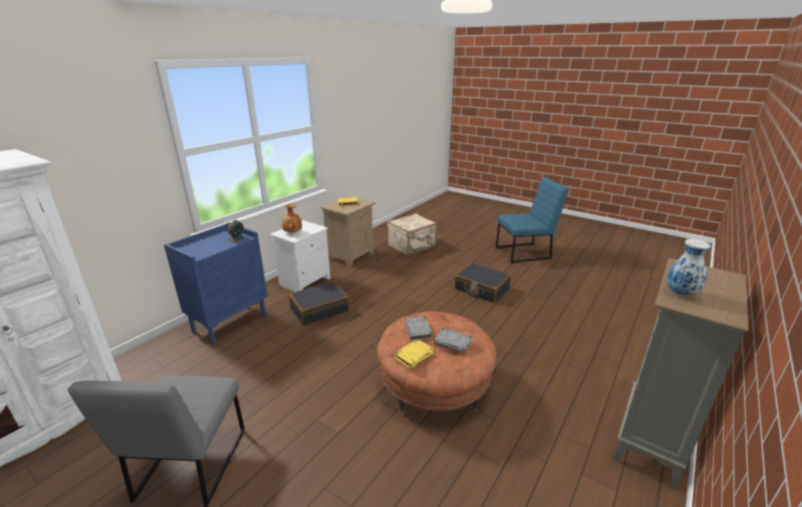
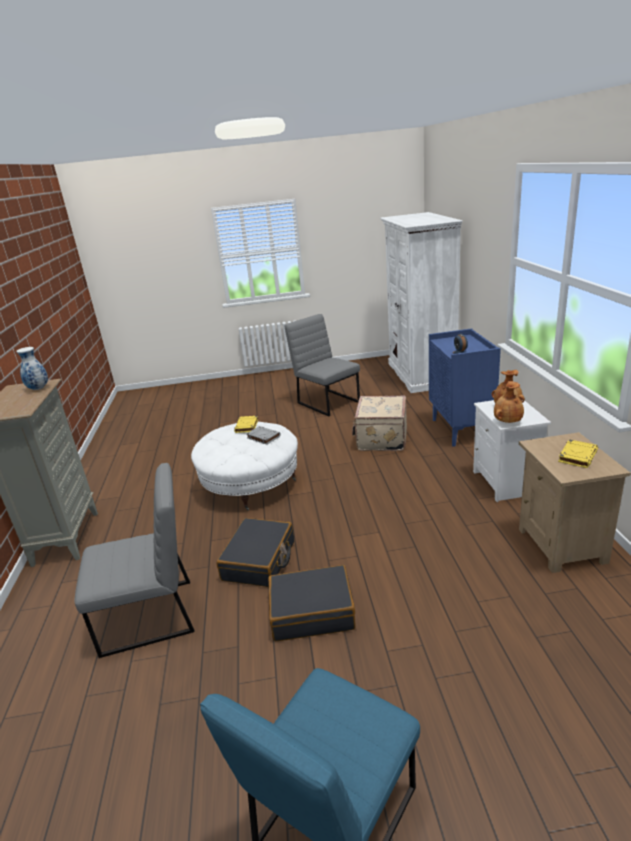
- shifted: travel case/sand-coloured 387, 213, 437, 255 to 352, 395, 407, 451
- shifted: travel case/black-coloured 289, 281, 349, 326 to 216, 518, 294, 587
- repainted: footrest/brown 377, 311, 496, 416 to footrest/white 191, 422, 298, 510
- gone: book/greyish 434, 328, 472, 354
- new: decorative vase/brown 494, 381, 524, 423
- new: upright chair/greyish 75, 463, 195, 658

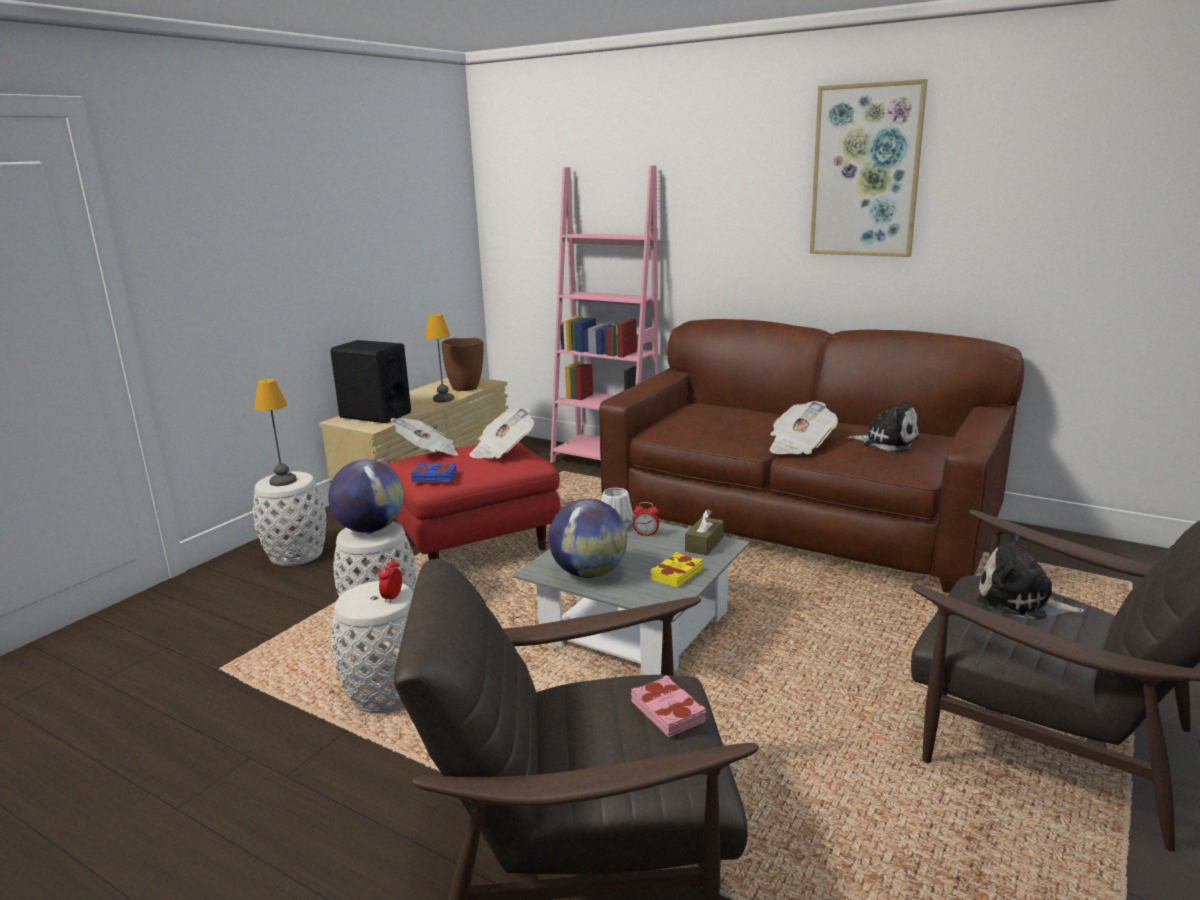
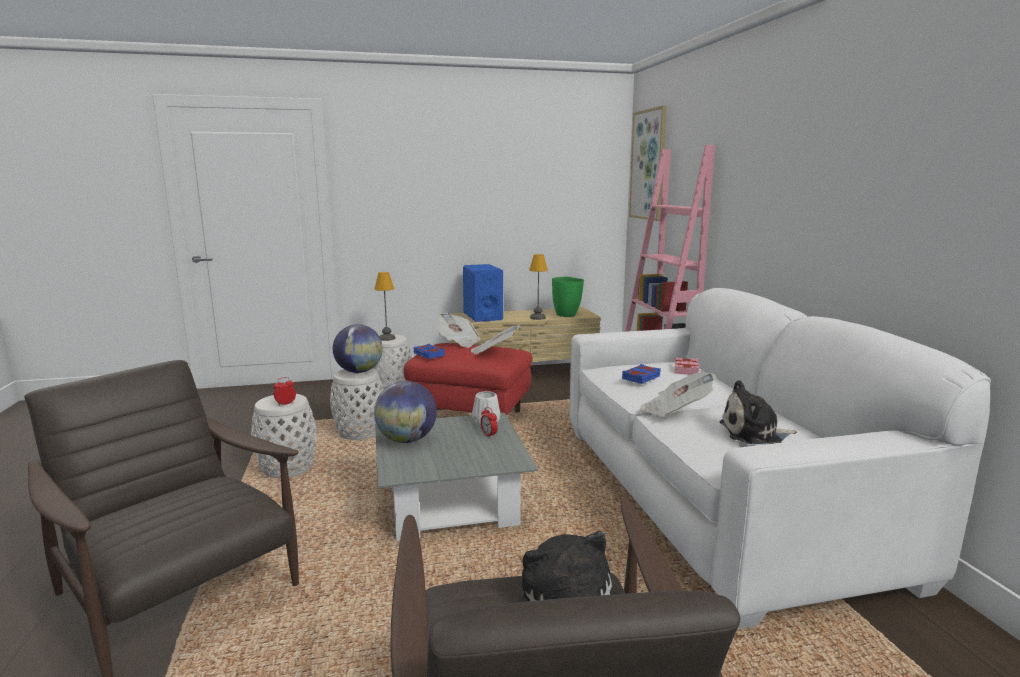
- shifted: wall picture 810, 79, 927, 257 to 629, 105, 667, 221
- repainted: couch/brown 599, 319, 1024, 593 to couch/white 569, 288, 991, 630
- repainted: decorative vase/brown 441, 338, 484, 391 to decorative vase/green-coloured 552, 277, 584, 317
- repainted: loudspeaker/black-coloured 330, 340, 411, 423 to loudspeaker/blue 463, 264, 503, 322
- rotated: plush toy 846, 401, 919, 451 = 719, 380, 797, 444 105 degrees clockwise
- gone: tissue box/brown 685, 509, 724, 556
- gone: book/yellow-coloured 651, 552, 703, 588
- shifted: book/pink-coloured 631, 675, 706, 737 to 675, 357, 700, 375
- new: book/blue 622, 364, 661, 384

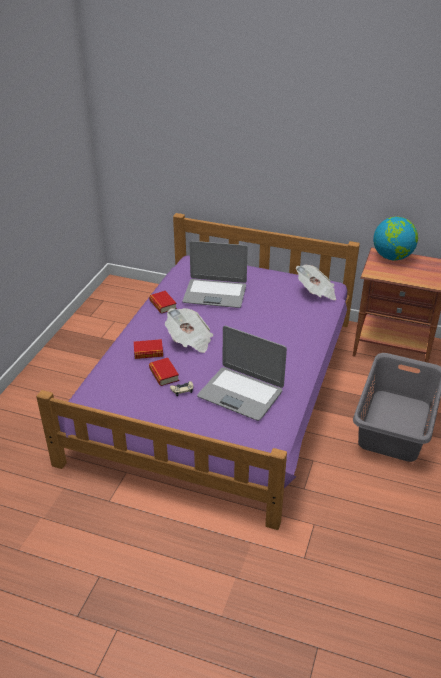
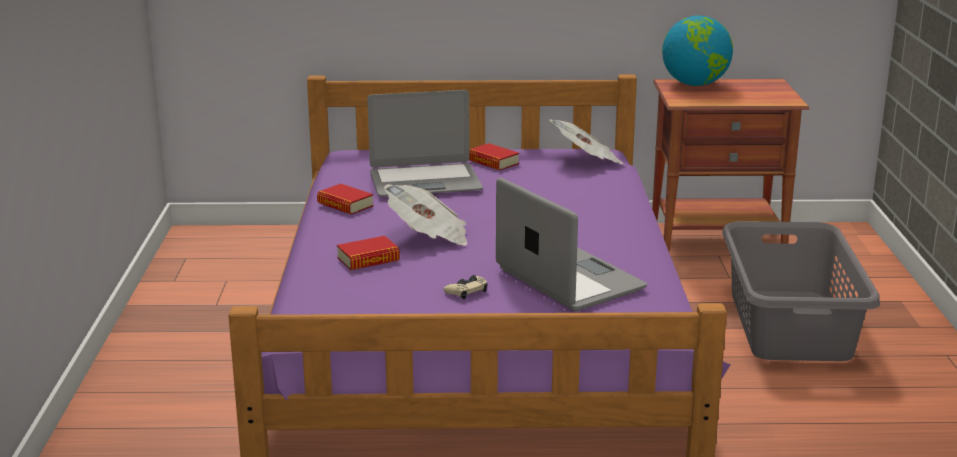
- rotated: portable computer 197, 326, 287, 421 = 496, 177, 647, 311 135 degrees counterclockwise
- shifted: book 149, 358, 179, 386 to 469, 143, 519, 170

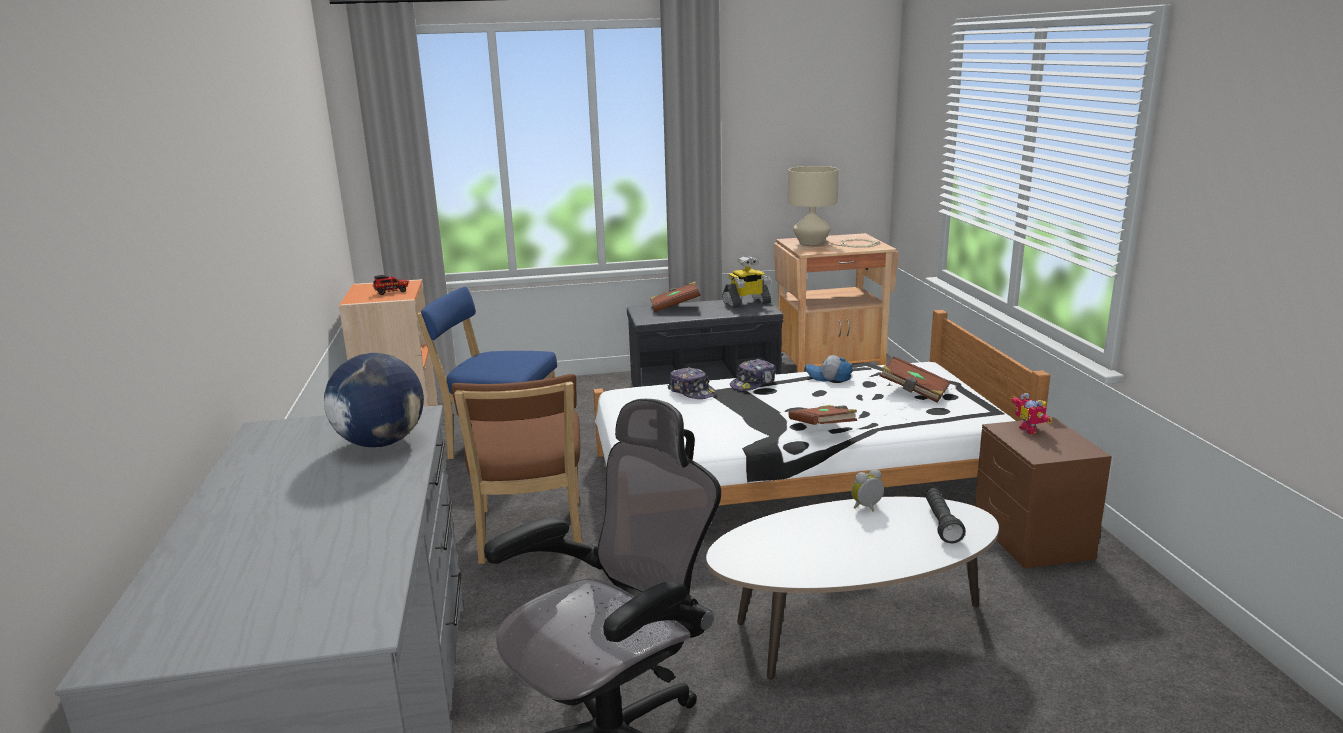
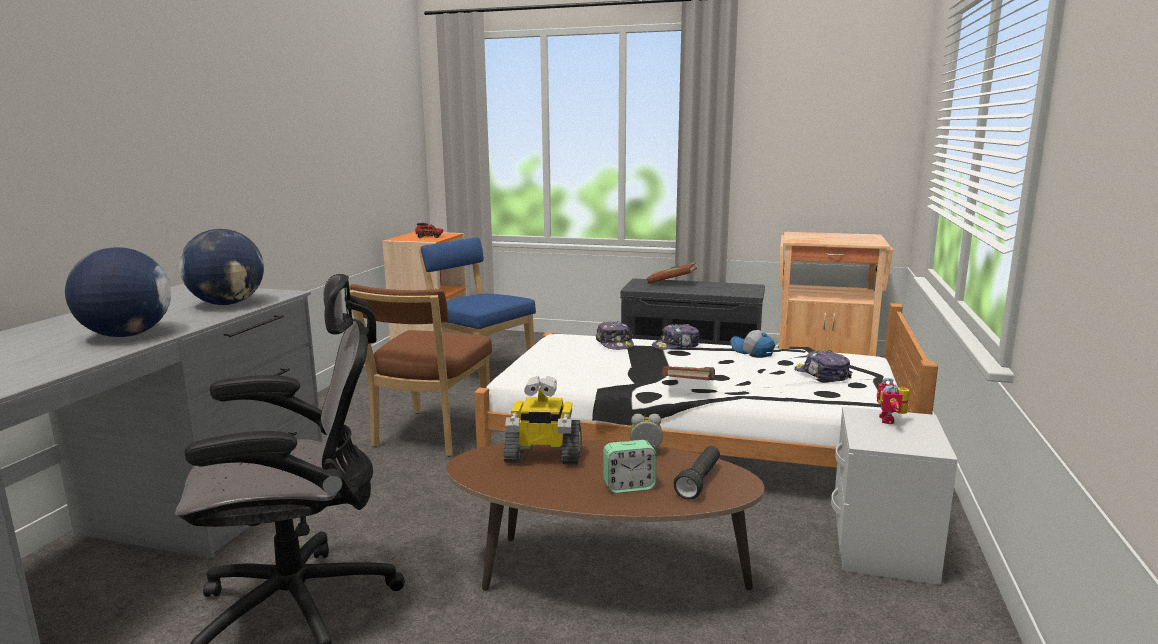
- gone: lamp for a table/sand-coloured 788, 166, 880, 248
- shifted: robot figure 722, 256, 771, 308 to 503, 376, 582, 465
- swapped: book/brown 880, 356, 950, 403 to peaked cap 794, 350, 852, 381
- repainted: bedside table/brown 975, 417, 1112, 569 to bedside table/greyish 831, 407, 958, 585
- repainted: lounge table/white 706, 497, 999, 680 to lounge table/brown 447, 440, 764, 591
- new: globe 65, 247, 171, 337
- new: bedside clock 603, 440, 656, 493

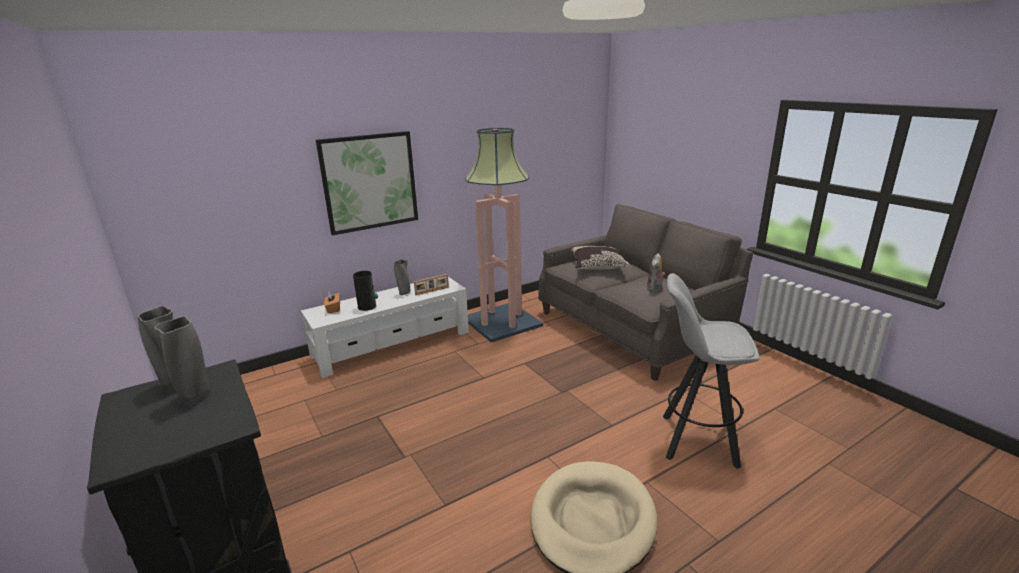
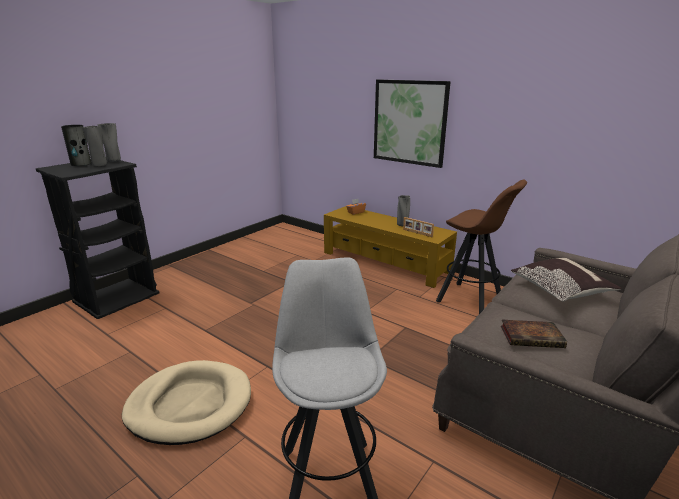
- swapped: floor lamp 465, 128, 543, 342 to sitting stool/brown 436, 179, 527, 314
- swapped: plush toy 647, 253, 665, 292 to book 501, 320, 567, 348
- shifted: decorative vase 353, 271, 378, 311 to 61, 125, 91, 166
- repainted: media console/white 301, 277, 469, 378 to media console/yellow-coloured 324, 206, 457, 288

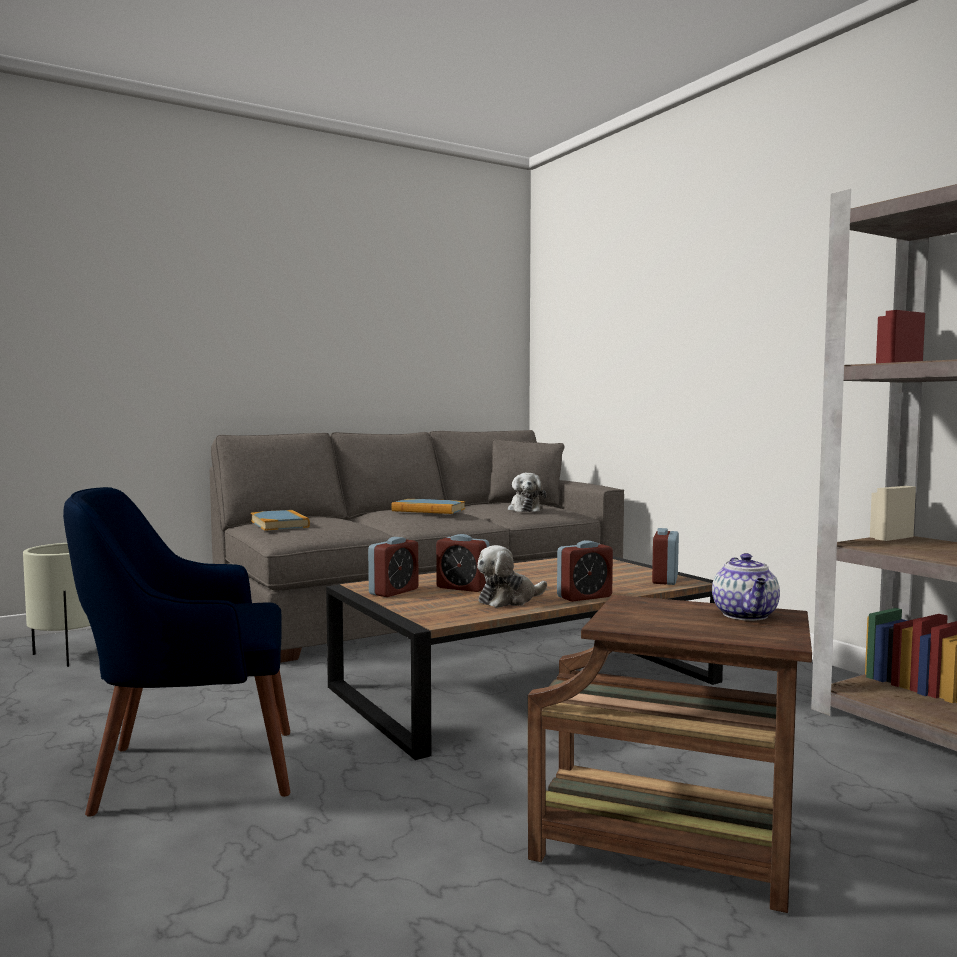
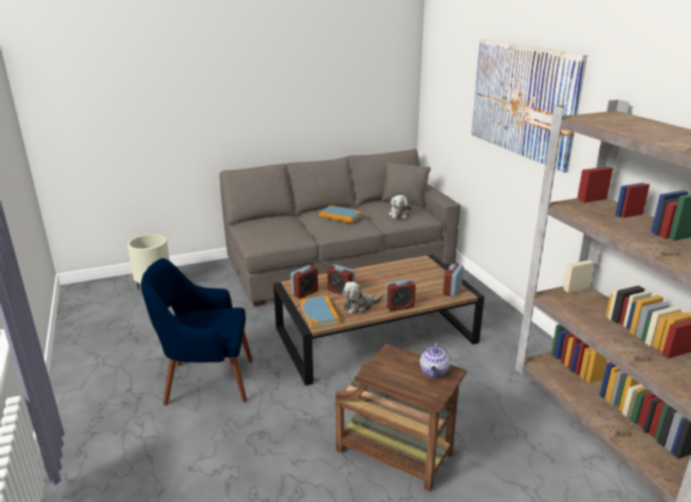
- shifted: book 251, 510, 310, 531 to 300, 296, 340, 329
- new: wall picture 471, 39, 587, 173

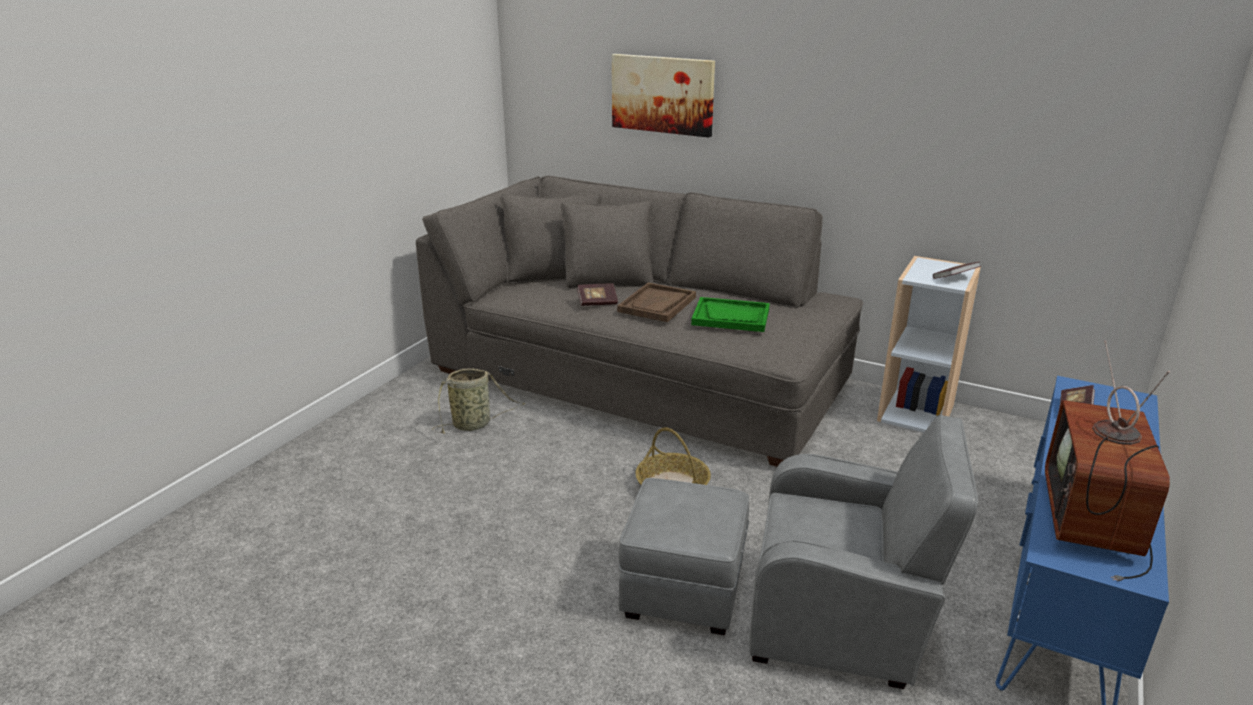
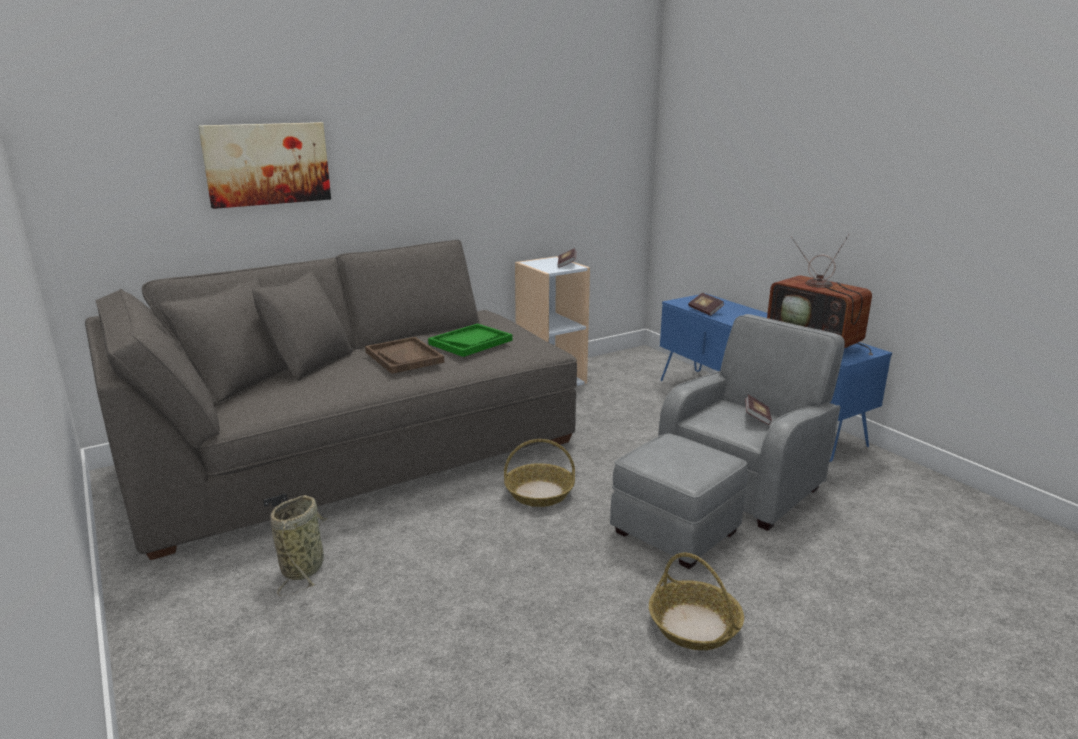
- shifted: book 577, 284, 618, 306 to 745, 395, 772, 425
- new: basket 649, 553, 744, 650

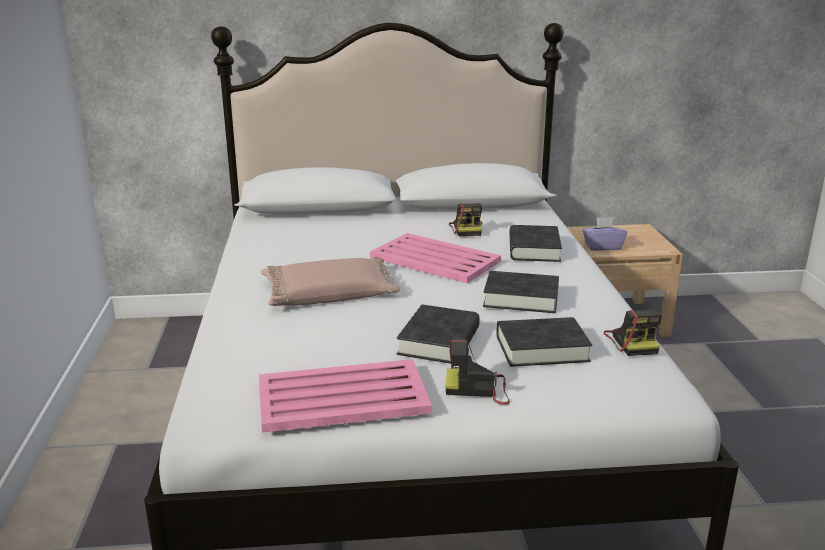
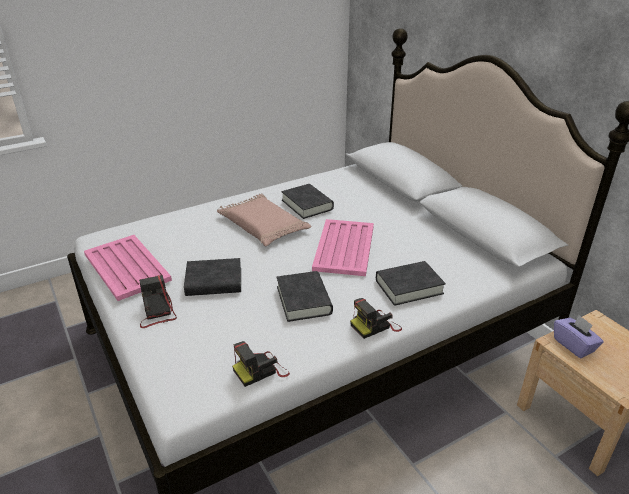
- shifted: still camera 449, 203, 483, 236 to 350, 298, 402, 339
- shifted: book/black-coloured 496, 317, 592, 367 to 281, 184, 334, 219

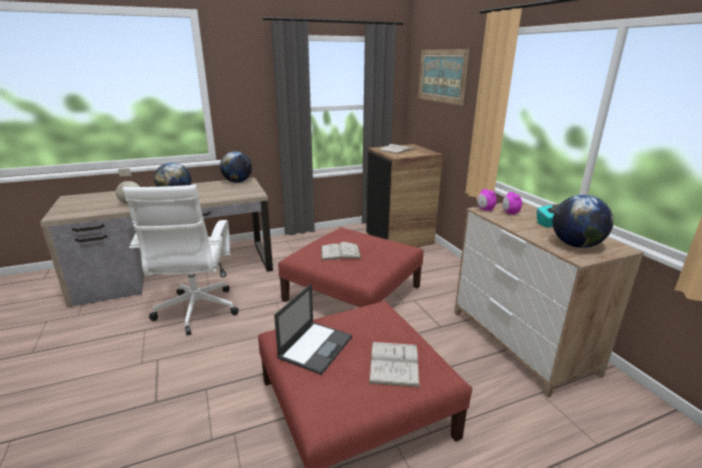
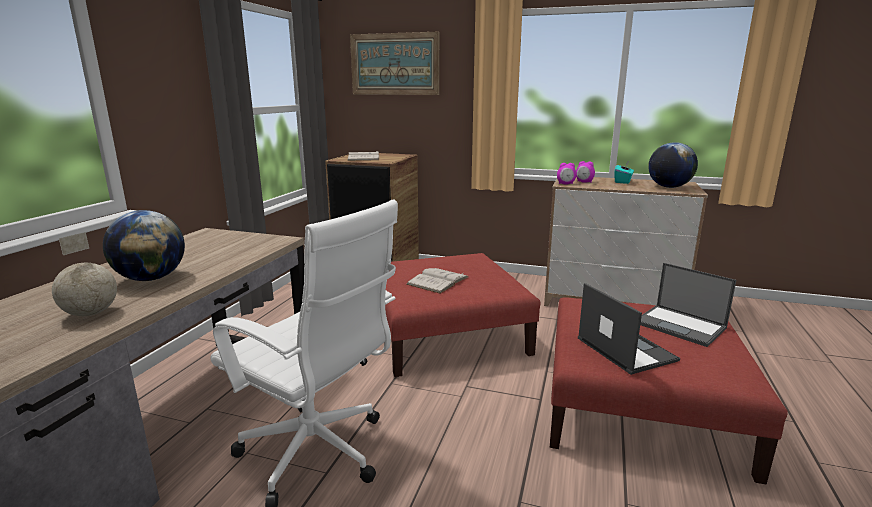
- gone: globe 220, 151, 252, 183
- swapped: book/white 369, 342, 420, 388 to portable computer 640, 263, 736, 347

